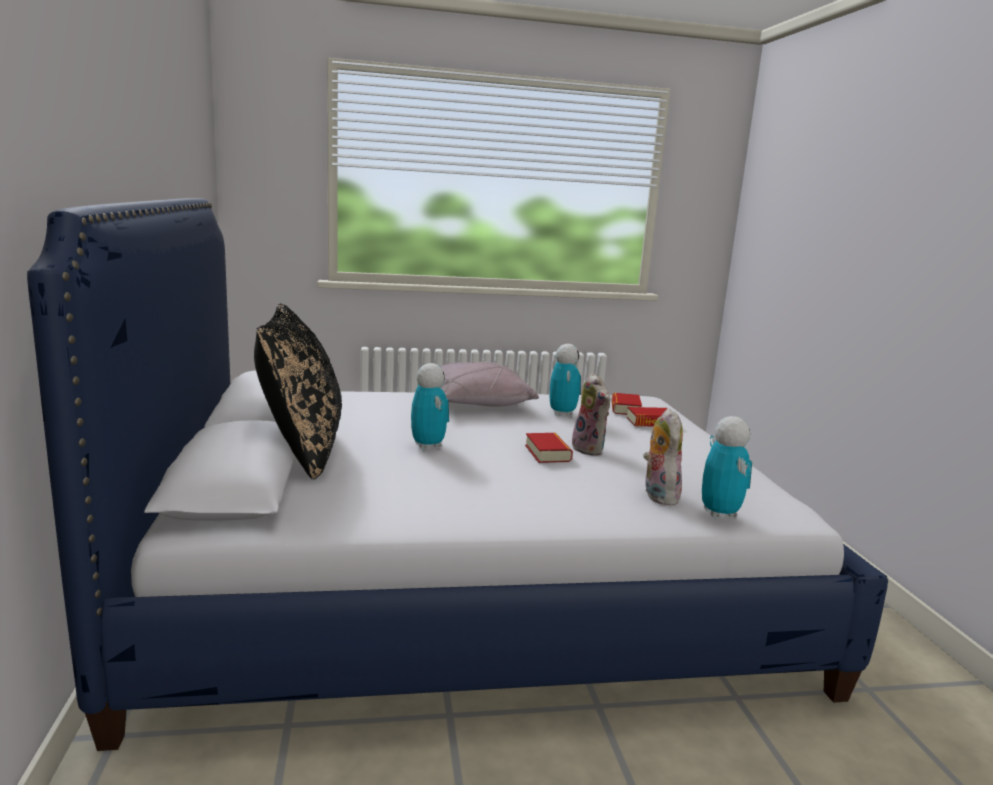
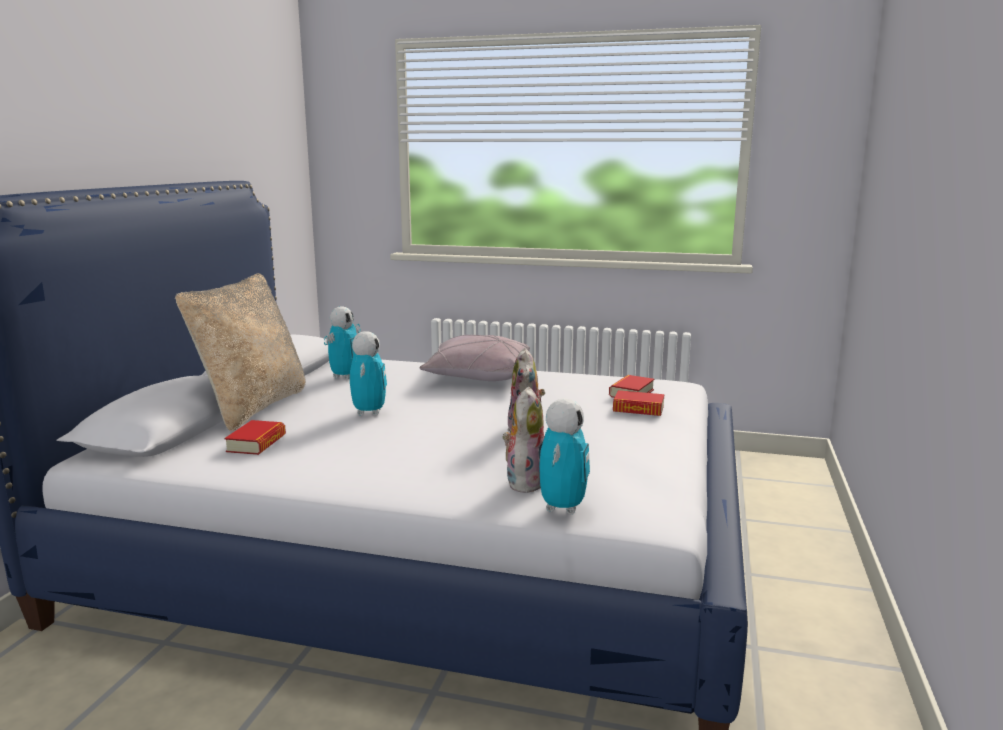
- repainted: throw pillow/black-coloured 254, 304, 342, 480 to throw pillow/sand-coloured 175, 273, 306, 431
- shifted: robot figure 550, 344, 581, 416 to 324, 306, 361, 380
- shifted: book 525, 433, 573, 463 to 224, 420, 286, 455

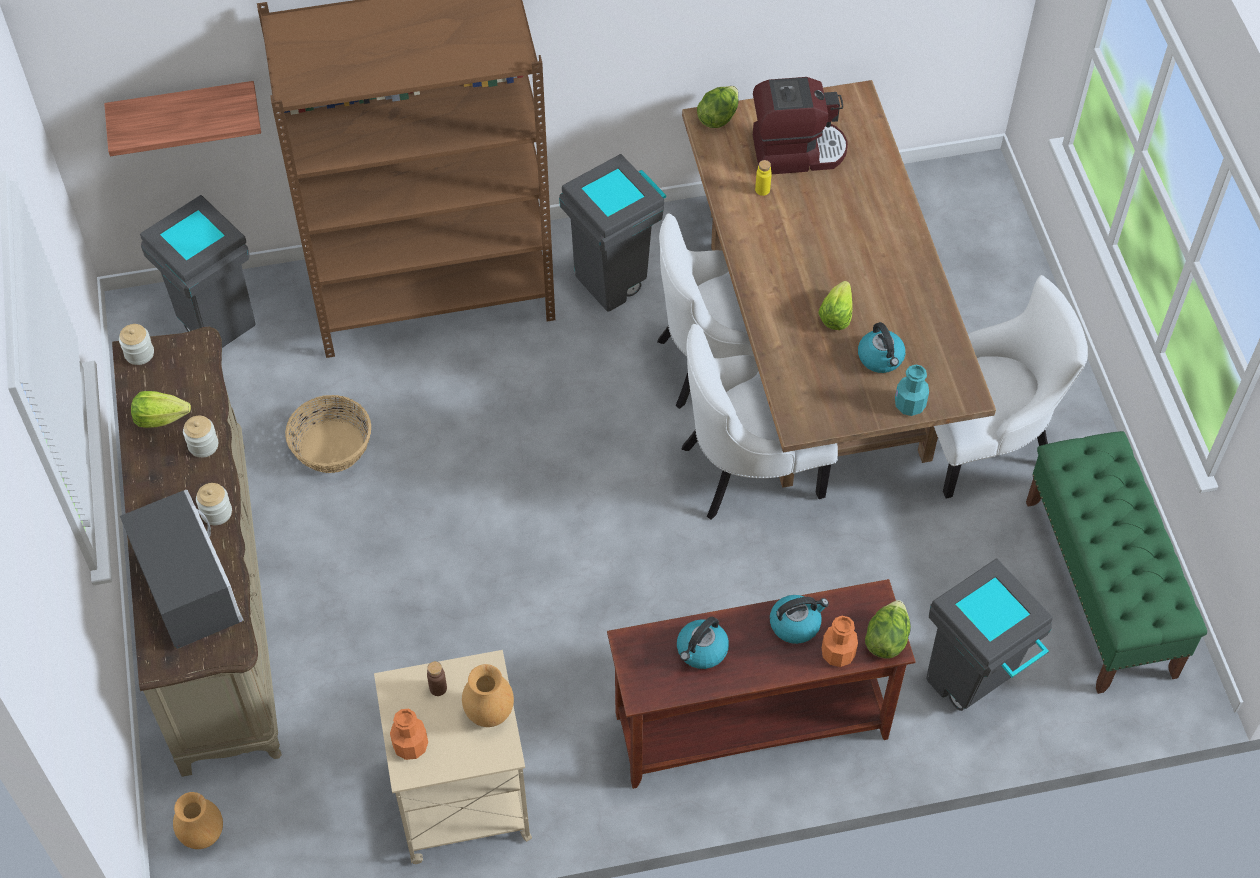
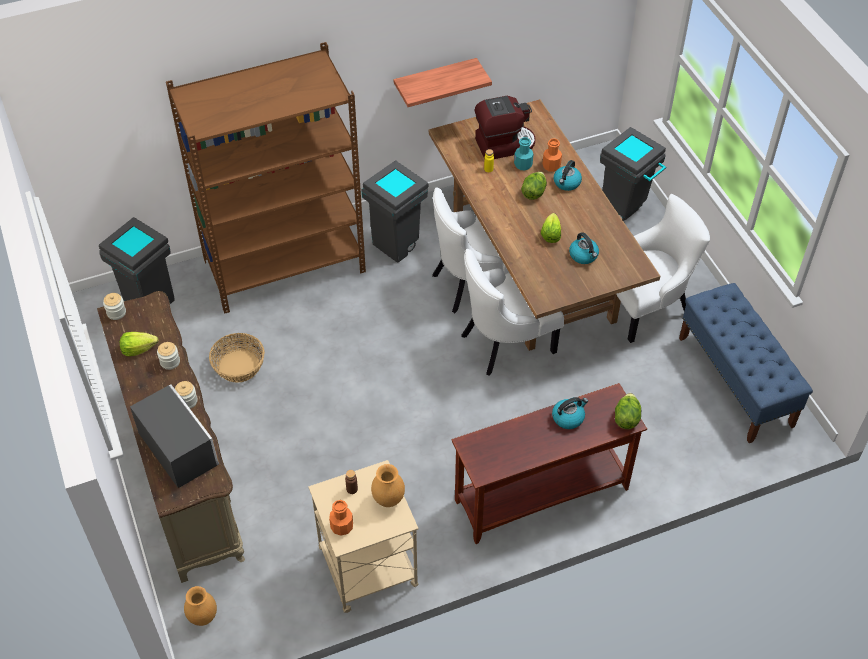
- shifted: wall shelf 104, 81, 261, 156 to 394, 58, 492, 107
- shifted: lettuce 697, 86, 739, 128 to 521, 171, 547, 200
- shifted: beverage bottle/turquoise 895, 365, 929, 416 to 514, 137, 533, 170
- repainted: bench/green-coloured 1026, 431, 1207, 694 to bench/blue 679, 283, 813, 443
- shifted: waste bin/greyish 926, 558, 1053, 711 to 600, 127, 666, 221
- shifted: beverage bottle/orangey 822, 616, 858, 667 to 543, 138, 562, 172
- shifted: tea kettle 677, 617, 729, 669 to 554, 160, 582, 191

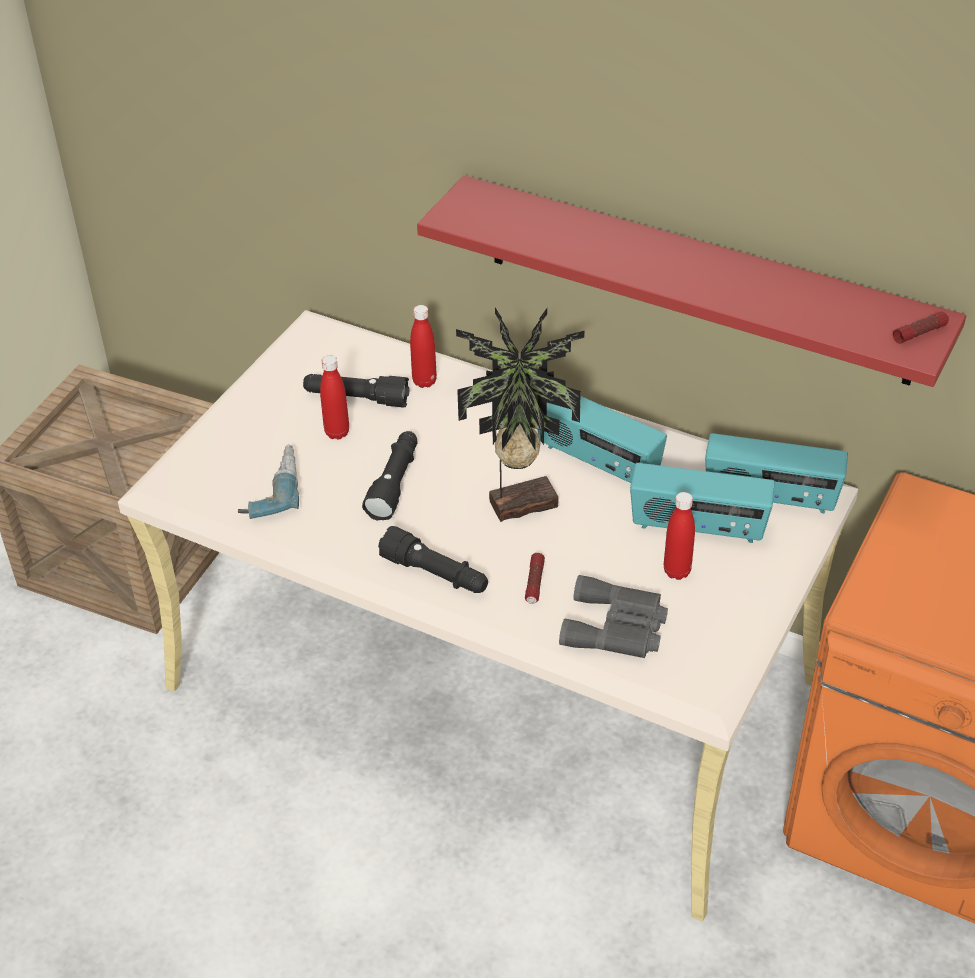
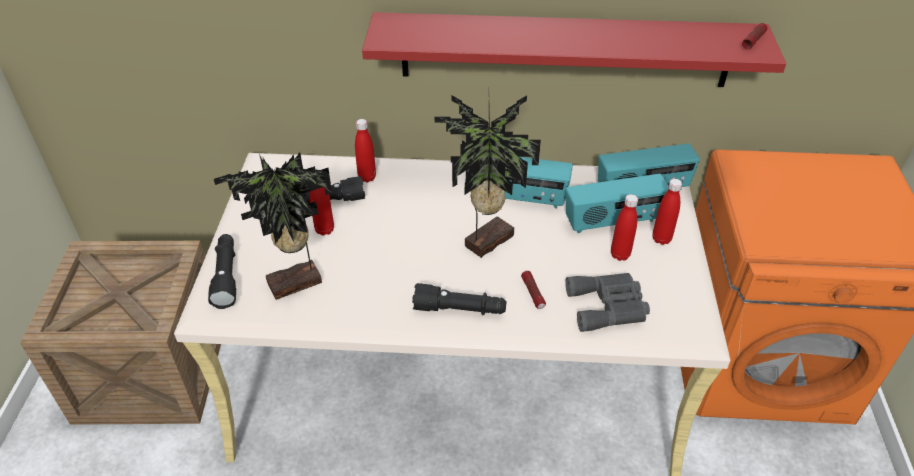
- shifted: flashlight/black-coloured 362, 431, 418, 521 to 208, 234, 236, 309
- swapped: drill 238, 444, 299, 519 to plant in a pot 214, 152, 332, 300
- new: beverage bottle/reddish 653, 179, 682, 245

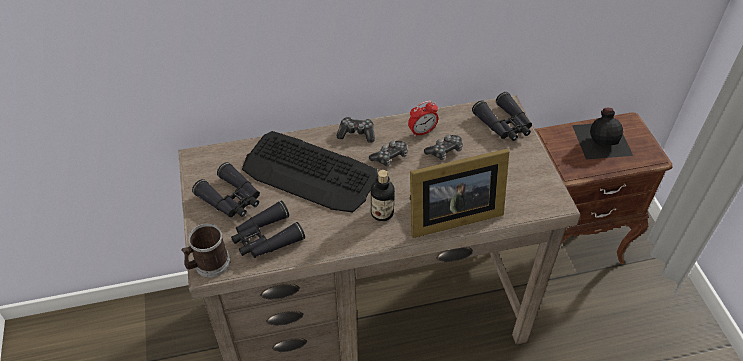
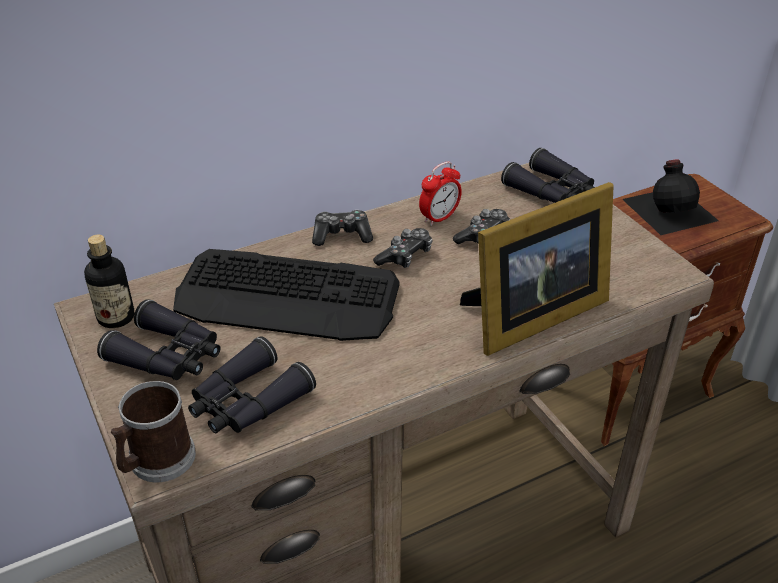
- shifted: beverage bottle 371, 170, 395, 221 to 84, 235, 135, 328

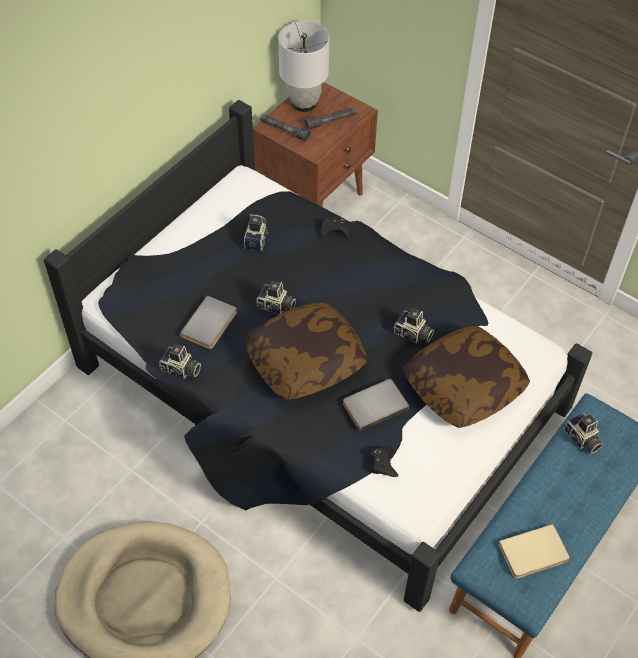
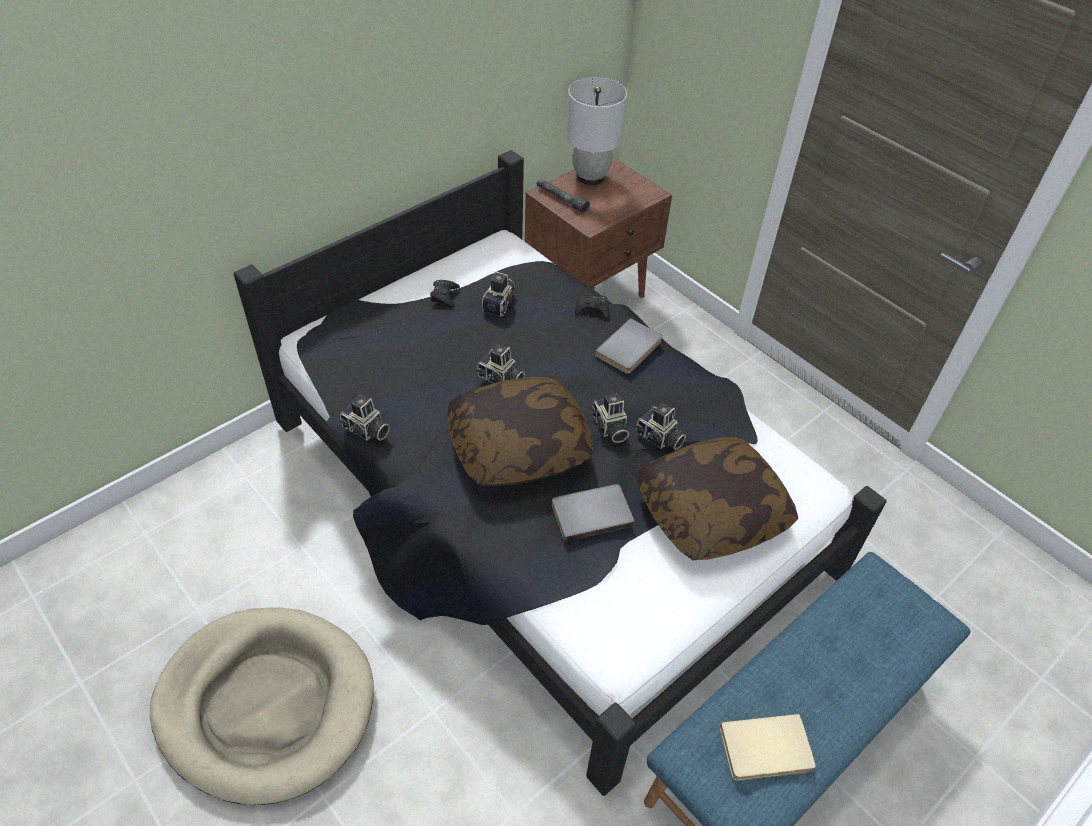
- gone: flashlight/greyish 304, 108, 357, 130
- shifted: book/greyish 180, 295, 237, 349 to 595, 318, 663, 374
- shifted: still camera 564, 413, 603, 454 to 591, 393, 629, 443
- shifted: gamepad/black-coloured 371, 447, 398, 477 to 430, 280, 460, 307

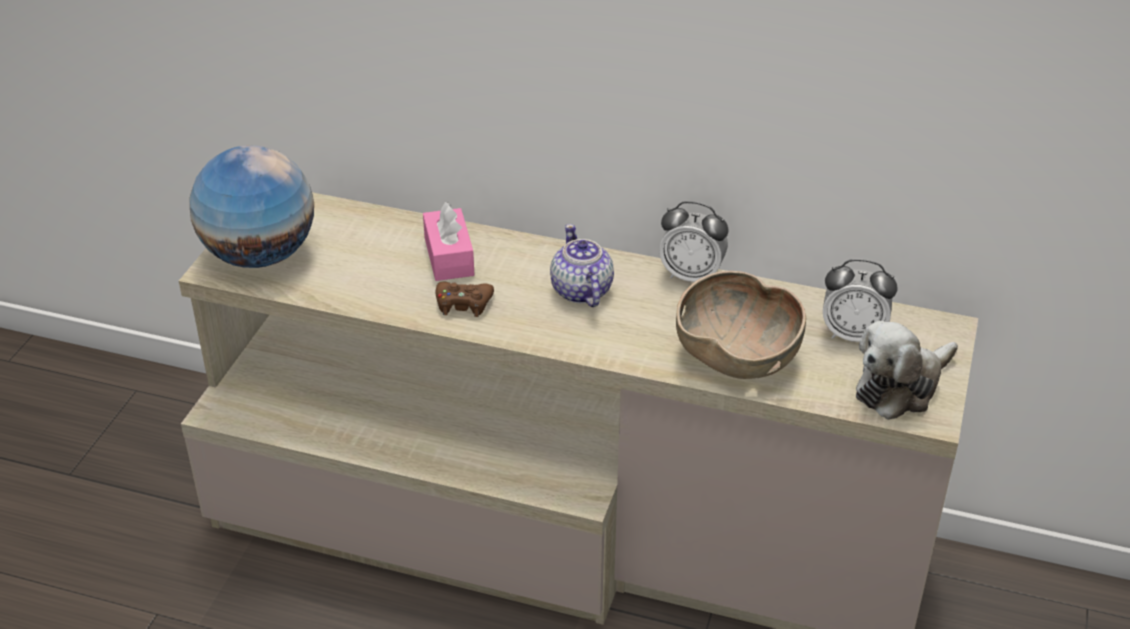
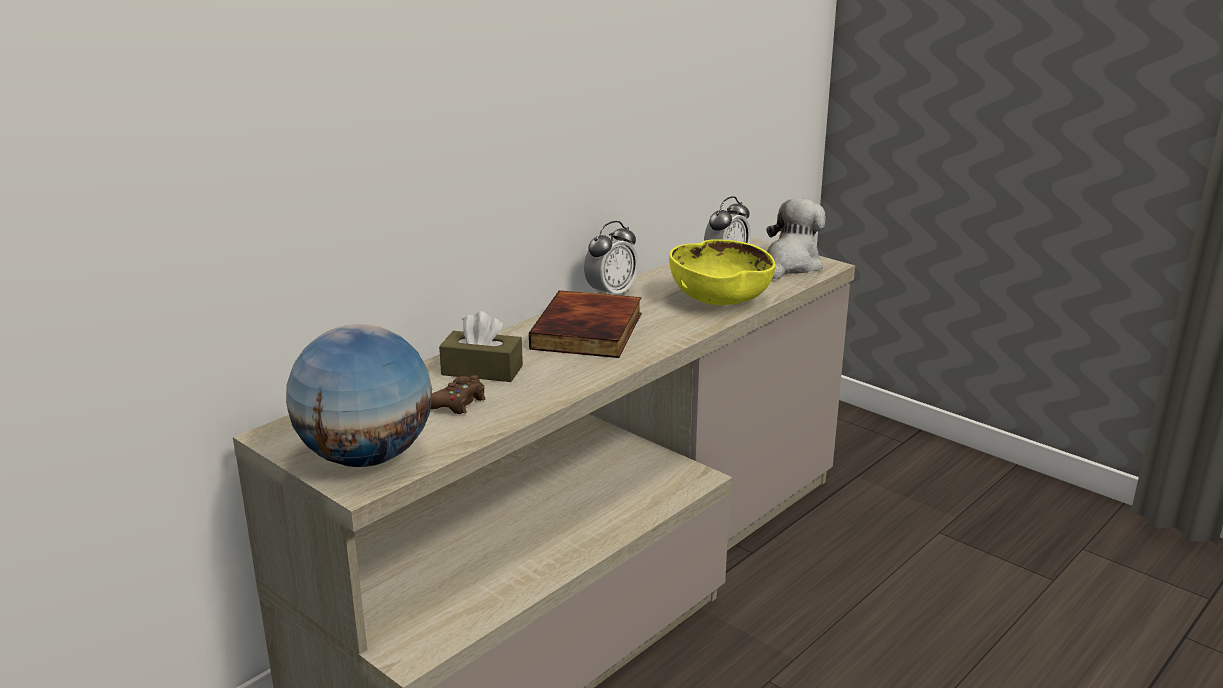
- repainted: tissue box/pink-coloured 423, 202, 474, 281 to tissue box/brown 439, 311, 523, 382
- swapped: tea pot 550, 224, 614, 307 to book 529, 290, 642, 358
- repainted: bowl/brown 676, 271, 806, 379 to bowl/yellow-coloured 669, 239, 776, 305
- shifted: gamepad/brown 436, 282, 494, 317 to 430, 375, 485, 414
- rotated: plush toy 856, 321, 958, 420 = 766, 198, 826, 279 135 degrees counterclockwise

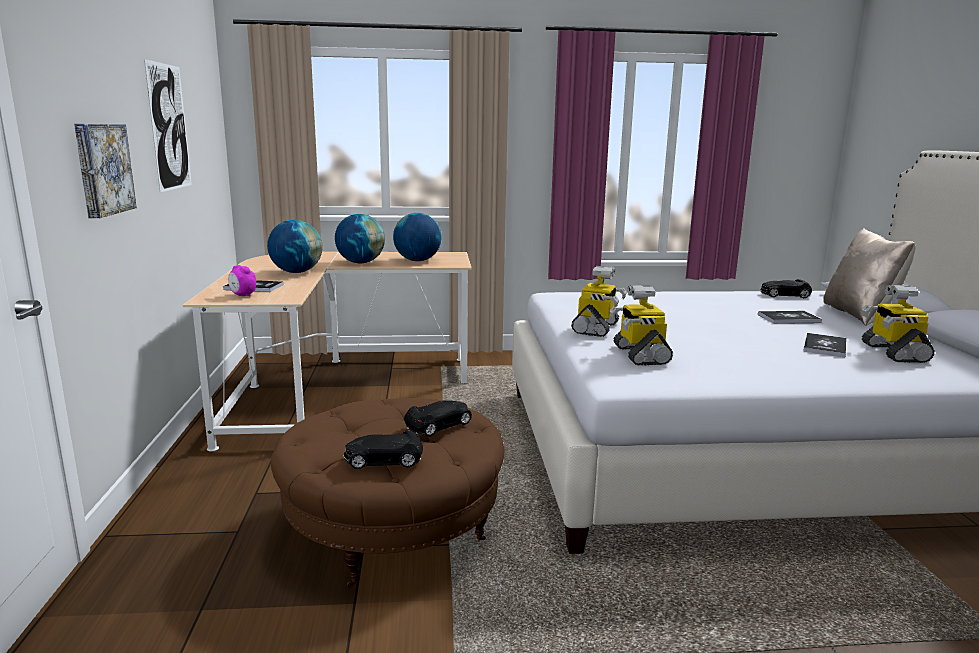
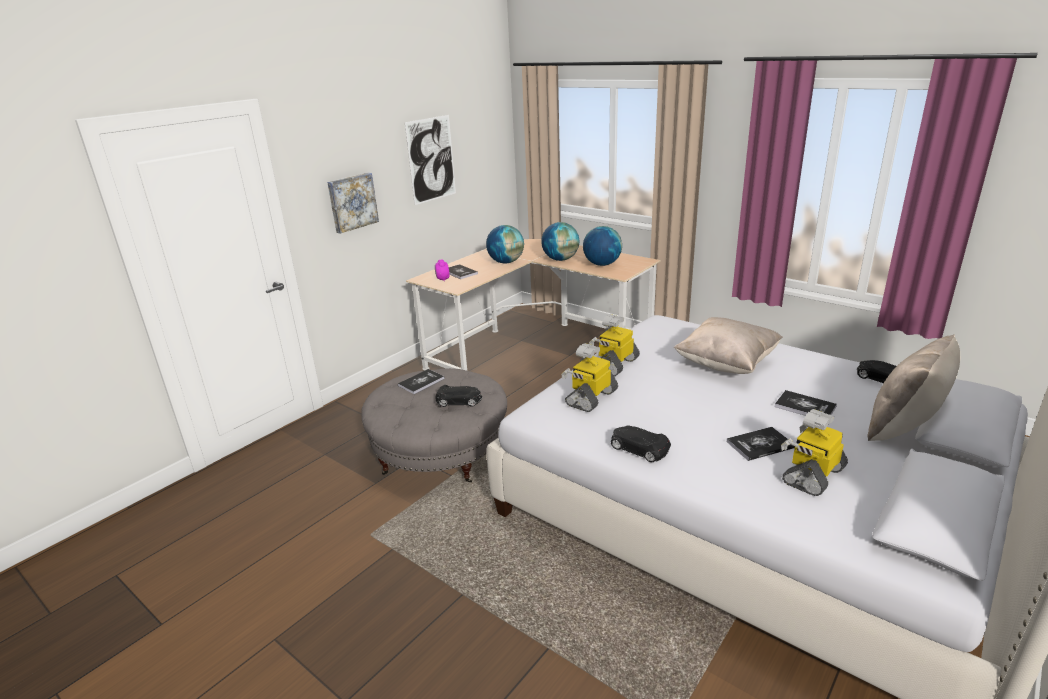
- rotated: robot figure 571, 266, 627, 337 = 589, 314, 640, 376 150 degrees clockwise
- repainted: footrest/brown 271, 398, 504, 588 to footrest/greyish 361, 368, 507, 482
- shifted: toy car/black-coloured 343, 431, 423, 469 to 611, 425, 671, 462
- new: throw pillow/sand-coloured 674, 317, 783, 374
- new: book 398, 369, 445, 394

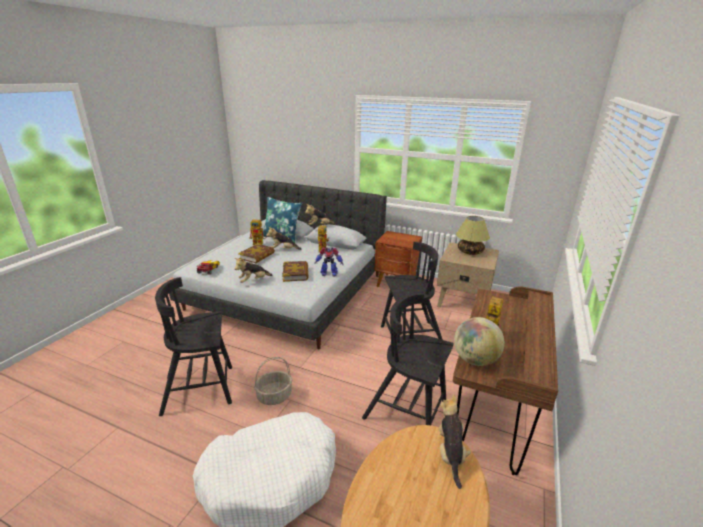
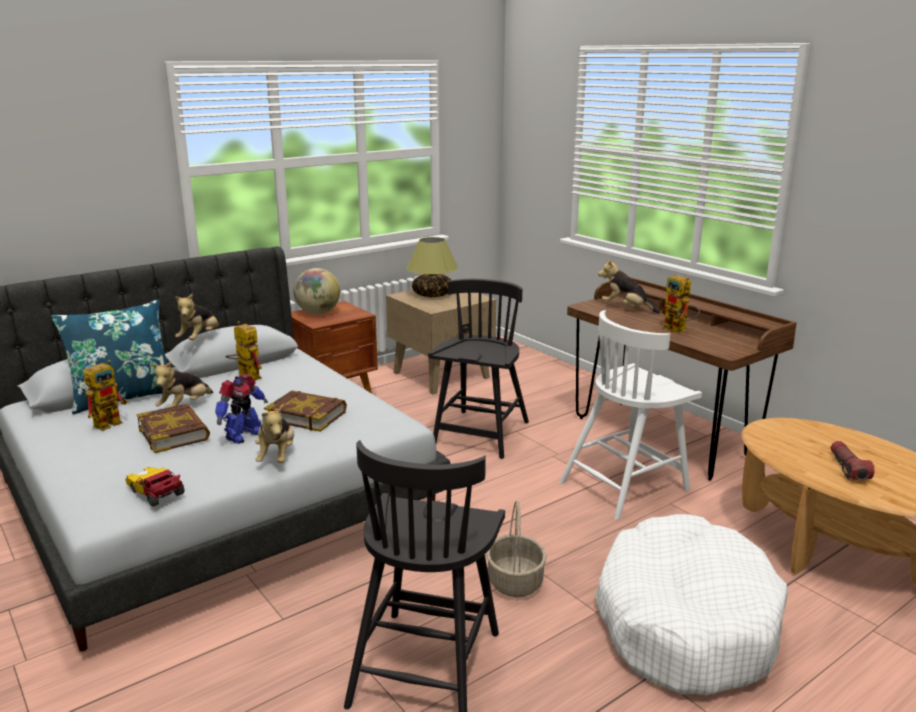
- shifted: robot figure 315, 247, 344, 277 to 215, 374, 268, 444
- repainted: upright chair/black-coloured 362, 293, 454, 425 to upright chair/white 559, 310, 702, 520
- shifted: globe 454, 317, 505, 366 to 294, 268, 340, 314
- shifted: plush toy 439, 394, 471, 489 to 598, 258, 661, 314
- new: flashlight 831, 441, 874, 481

